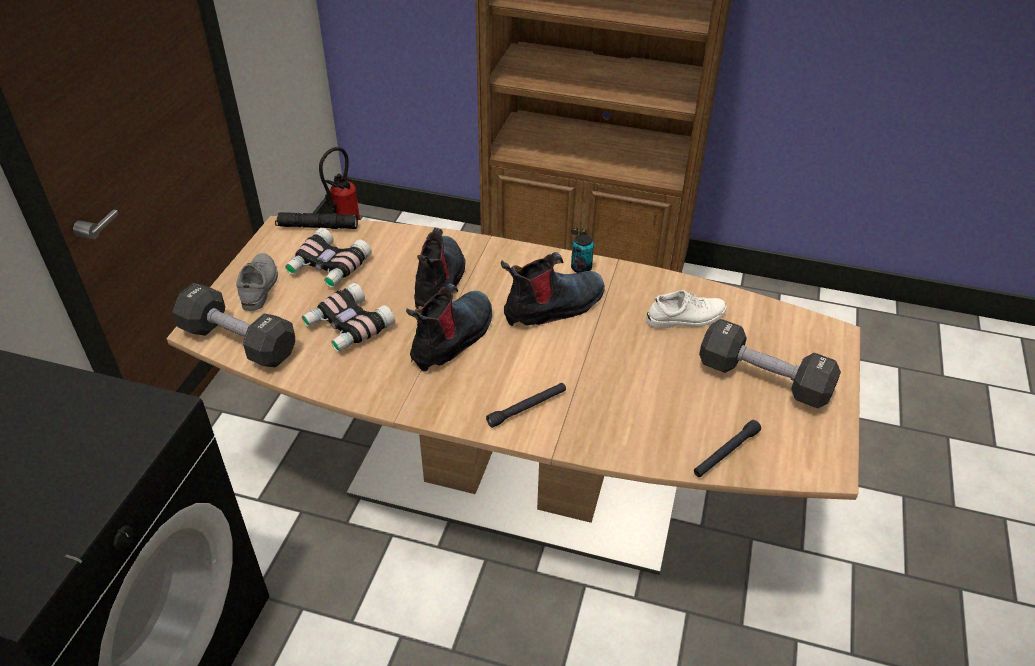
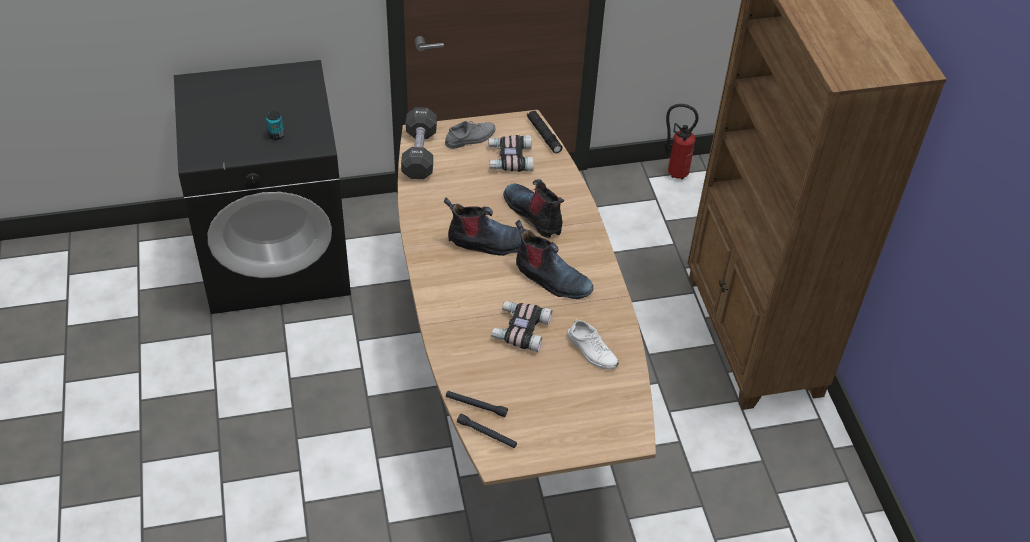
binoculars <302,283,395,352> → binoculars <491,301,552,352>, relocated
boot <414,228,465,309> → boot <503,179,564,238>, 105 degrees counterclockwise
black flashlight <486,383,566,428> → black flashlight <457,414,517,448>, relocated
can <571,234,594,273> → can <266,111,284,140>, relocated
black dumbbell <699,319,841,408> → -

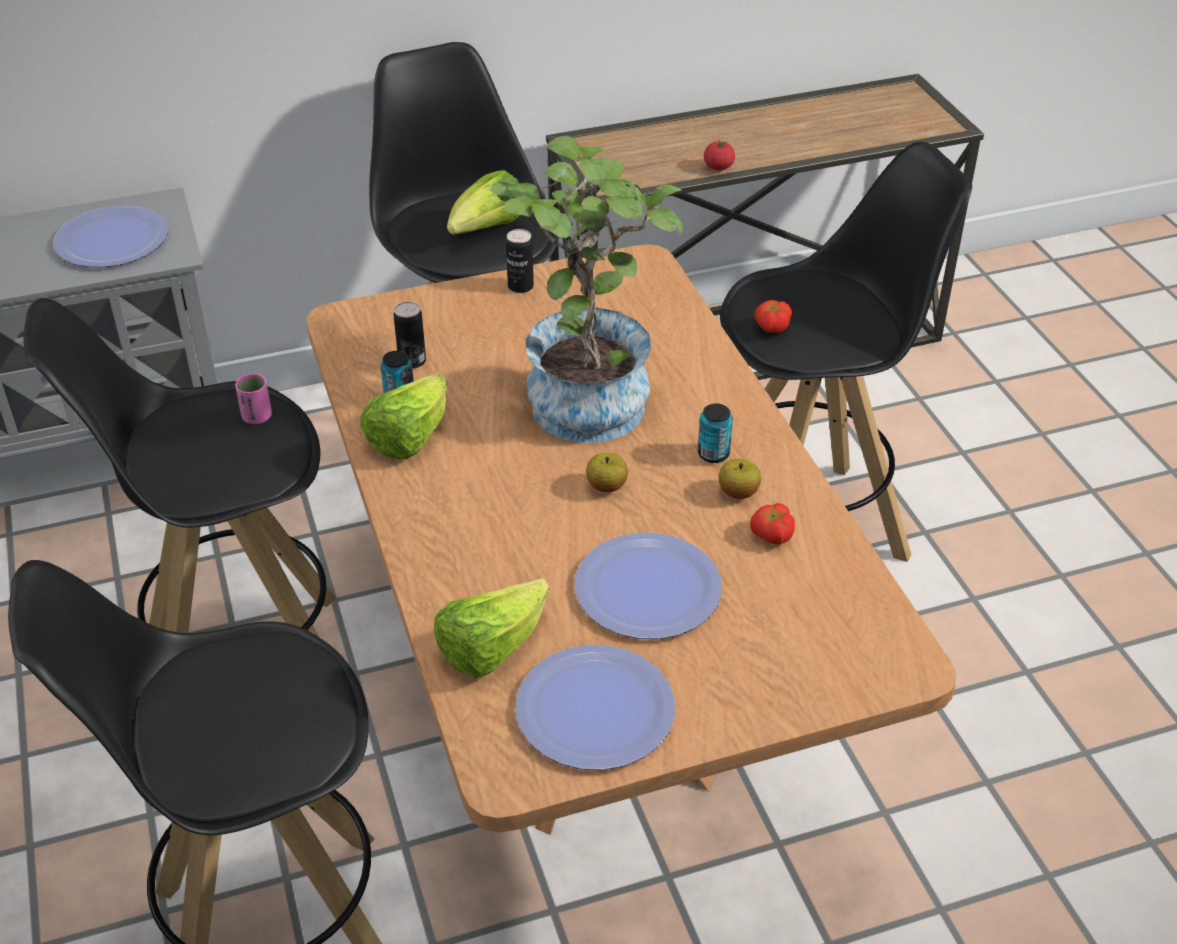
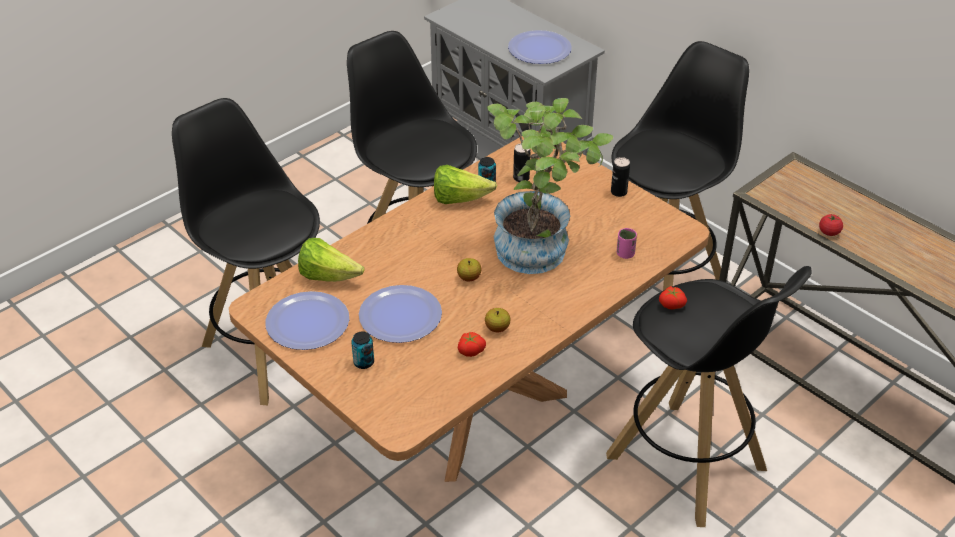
pink cup <235,374,272,424> → pink cup <617,228,637,259>, relocated
lettuce <447,170,520,234> → -
can <698,403,733,463> → can <351,331,374,369>, relocated

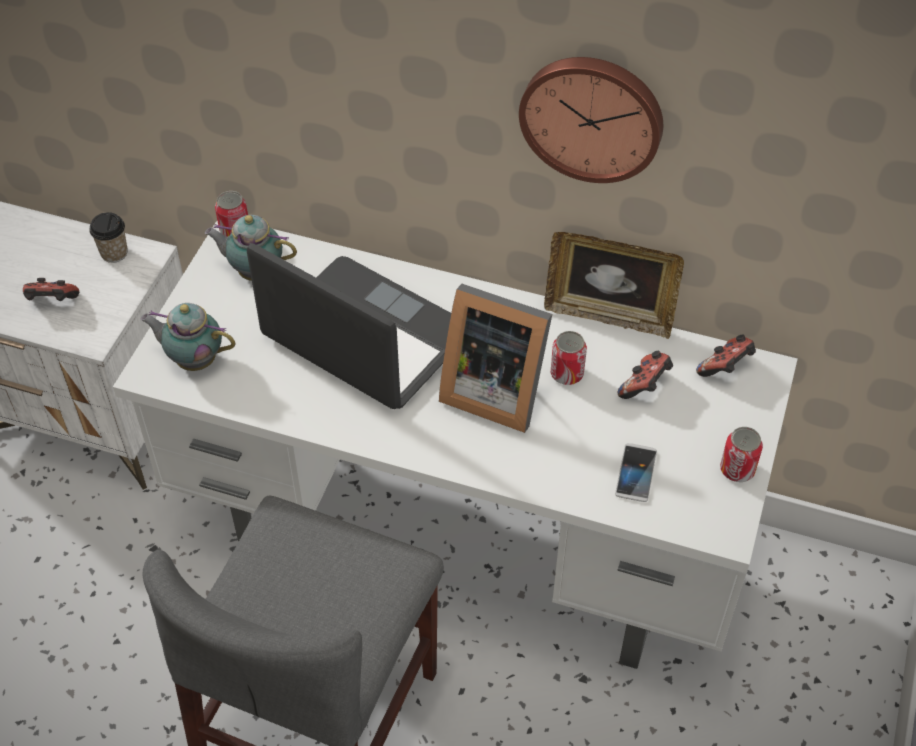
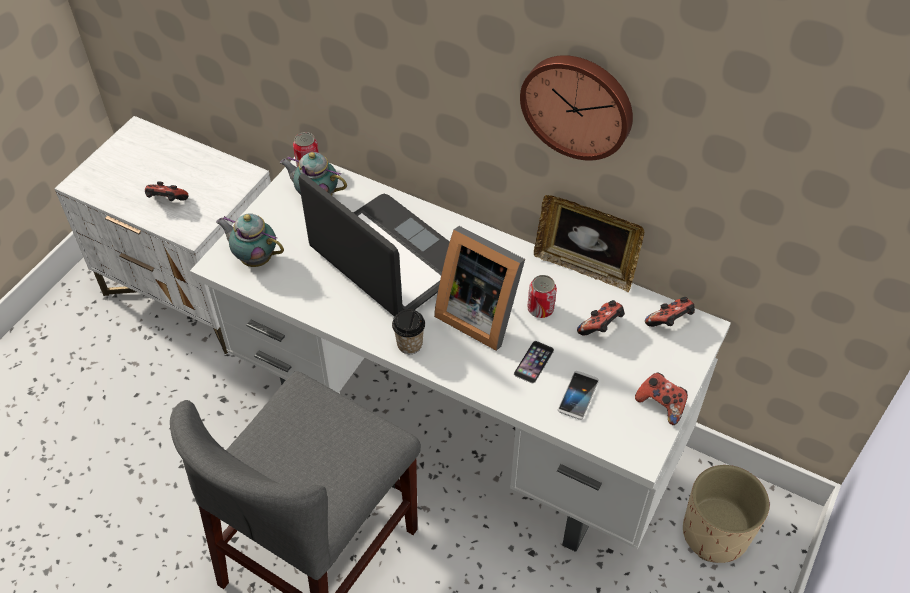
cup <89,212,128,263> → cup <392,309,425,354>, relocated
can <720,427,763,482> → game controller <635,372,688,425>
- → phone <514,341,554,383>
- → beige planter <683,465,769,563>

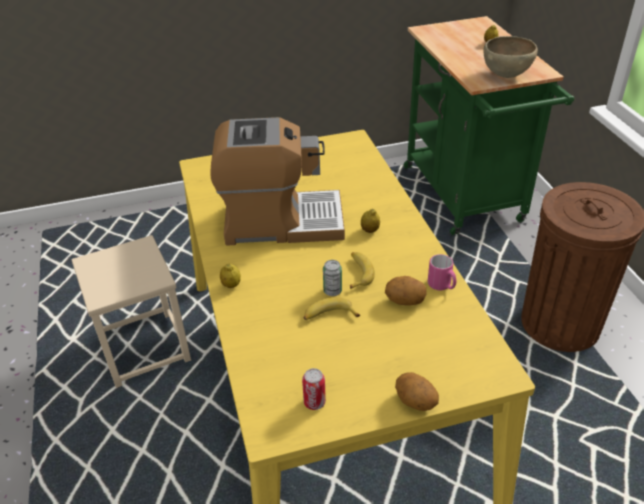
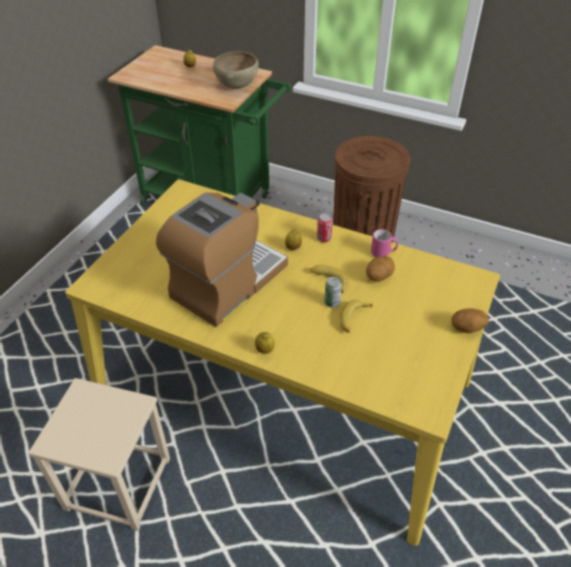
can <302,368,326,410> → can <317,214,333,242>, relocated

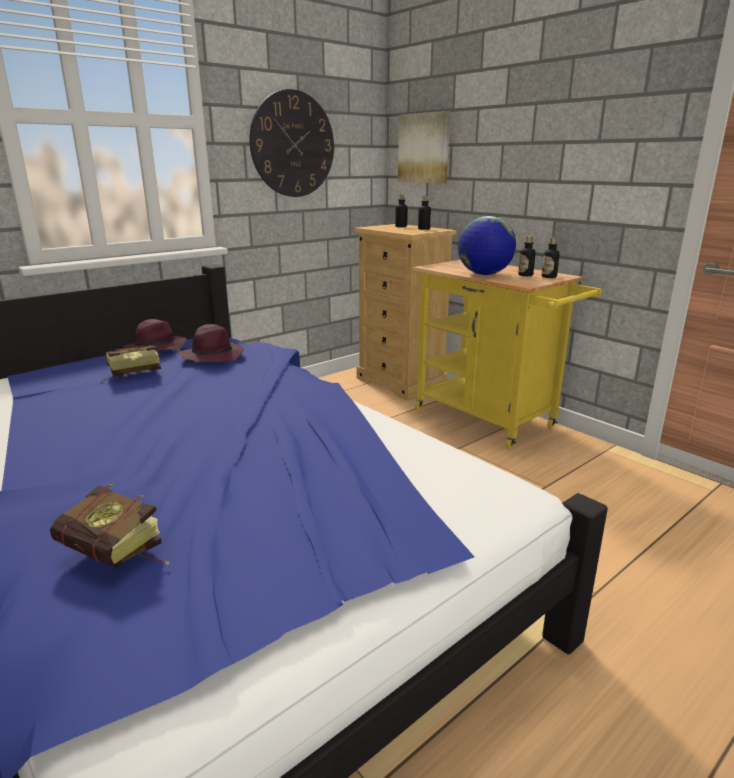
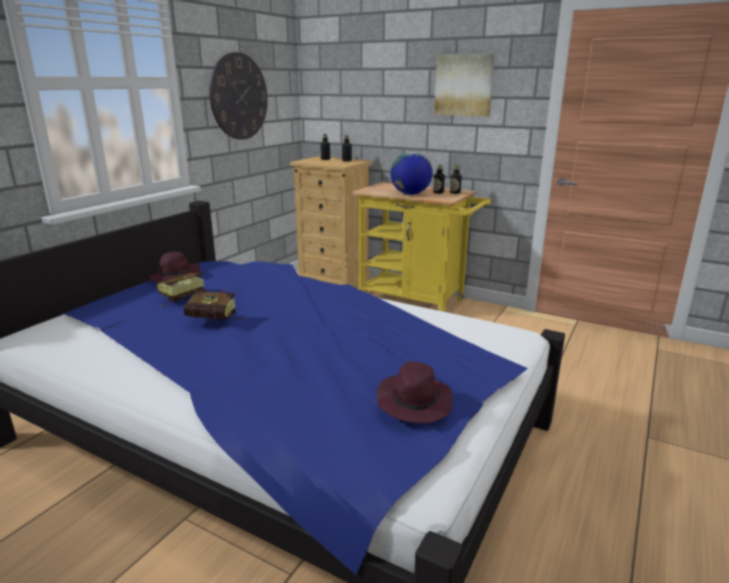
book <50,484,170,568> → book <184,288,245,319>, relocated
purple hat <179,324,244,362> → purple hat <377,361,452,423>, relocated
picture <398,111,450,183> → picture <434,53,495,116>, relocated

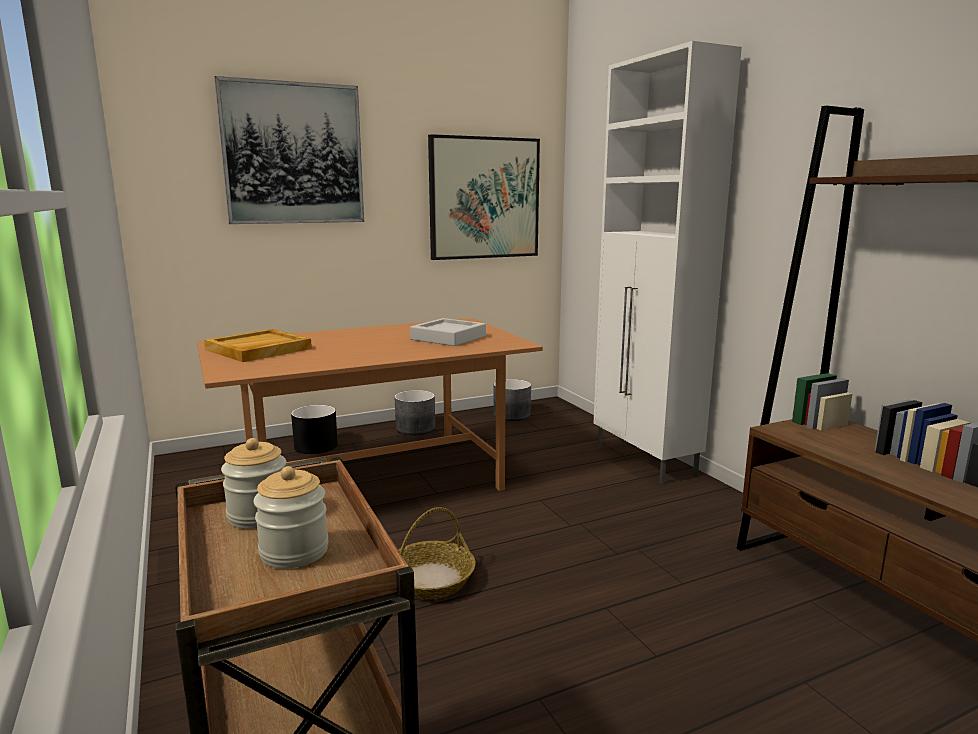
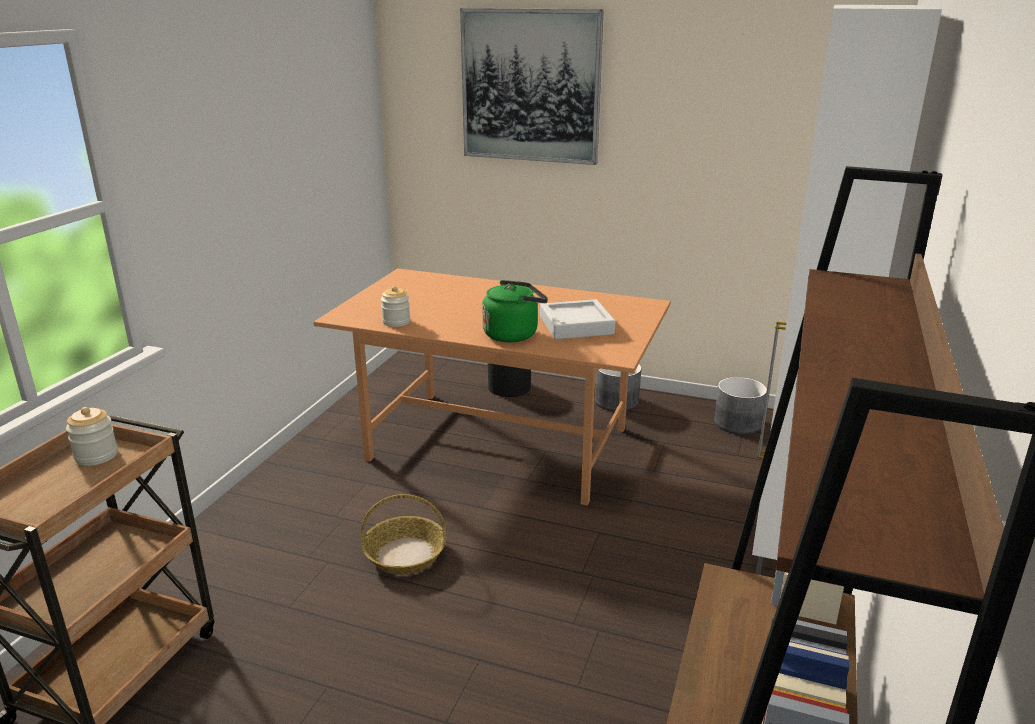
beige tray <204,329,312,362> → -
jar <254,466,329,568> → jar <381,286,410,327>, relocated
picture <428,134,540,260> → -
- → green kettle <482,280,548,342>

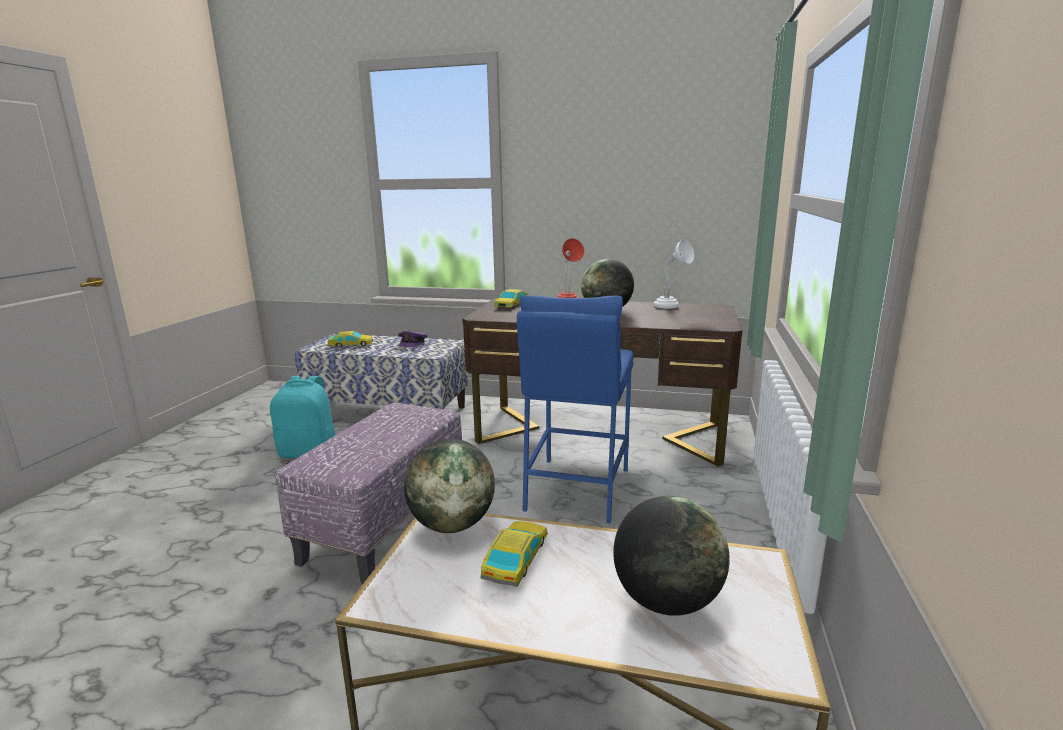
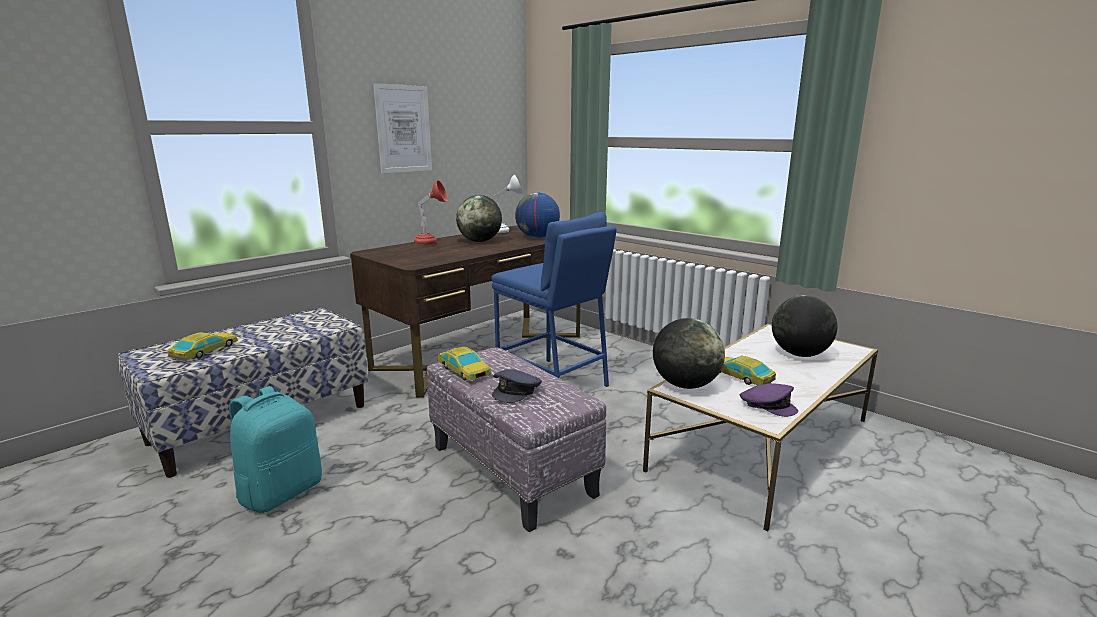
purple cap <398,331,428,347> → purple cap <740,383,798,417>, relocated
toy car <494,289,527,308> → toy car <438,347,492,381>, relocated
- → picture <373,83,432,173>
- → grey cap <492,369,542,403>
- → globe <515,193,560,238>

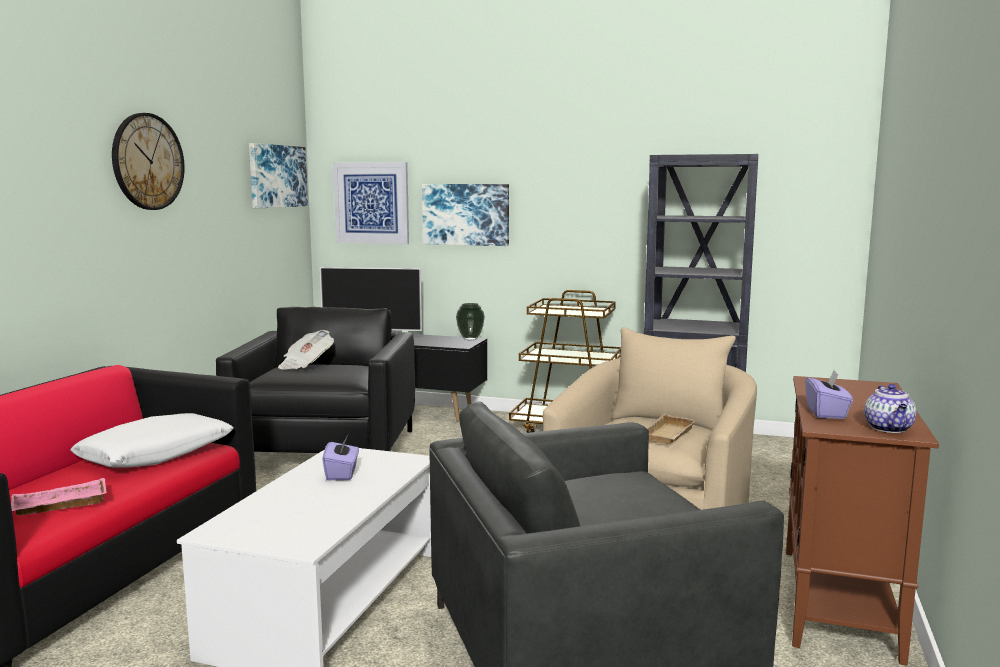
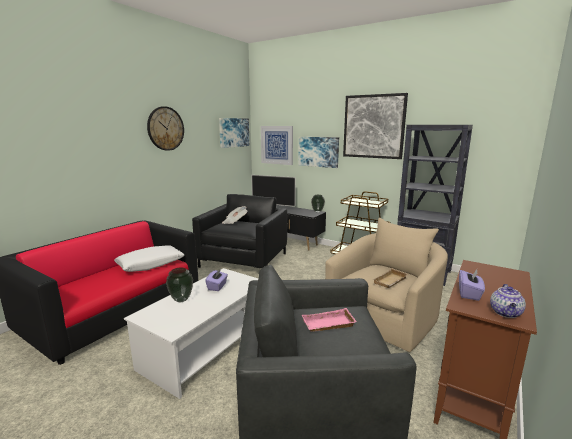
pink tray <11,478,107,516> → pink tray <302,308,357,332>, relocated
- → vase <166,268,193,302>
- → picture <343,93,408,159>

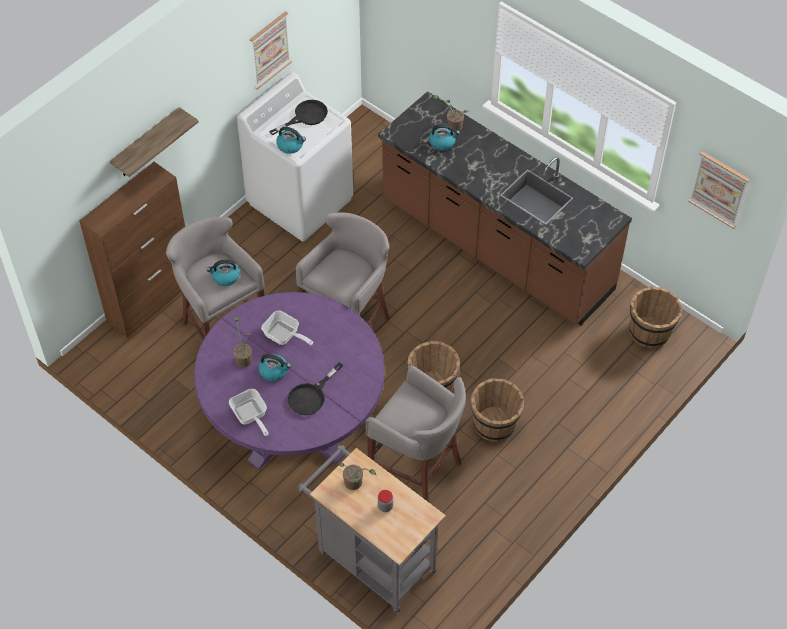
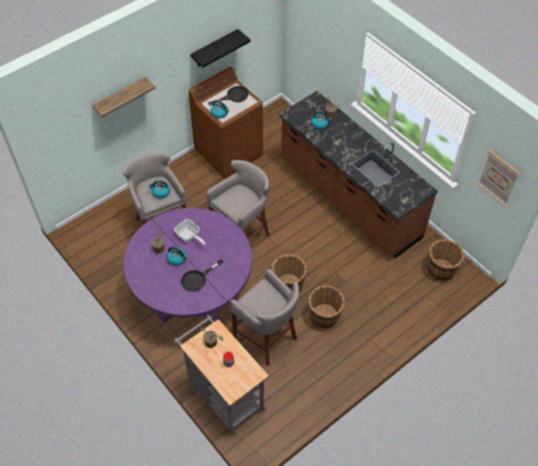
brown cabinet <79,162,185,338> → -
frying pan <229,389,268,436> → -
white washing machine <237,72,353,241> → brown washing machine <188,67,263,178>
picture <249,11,292,90> → black shelf <190,29,251,68>

